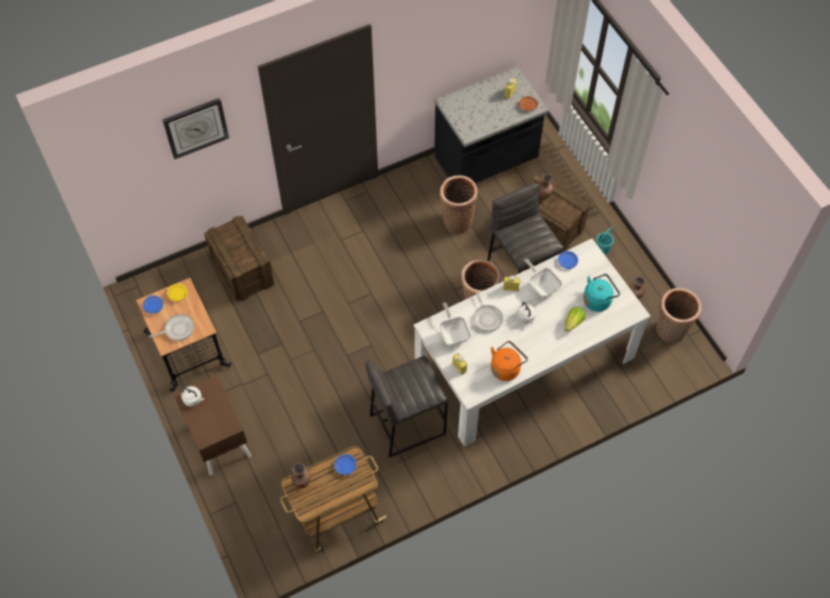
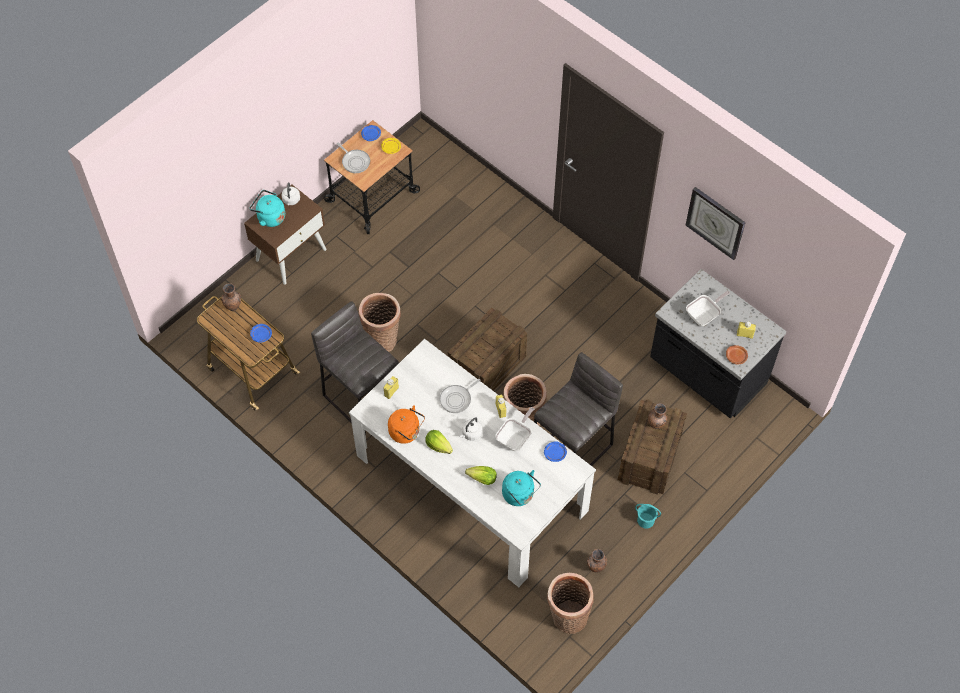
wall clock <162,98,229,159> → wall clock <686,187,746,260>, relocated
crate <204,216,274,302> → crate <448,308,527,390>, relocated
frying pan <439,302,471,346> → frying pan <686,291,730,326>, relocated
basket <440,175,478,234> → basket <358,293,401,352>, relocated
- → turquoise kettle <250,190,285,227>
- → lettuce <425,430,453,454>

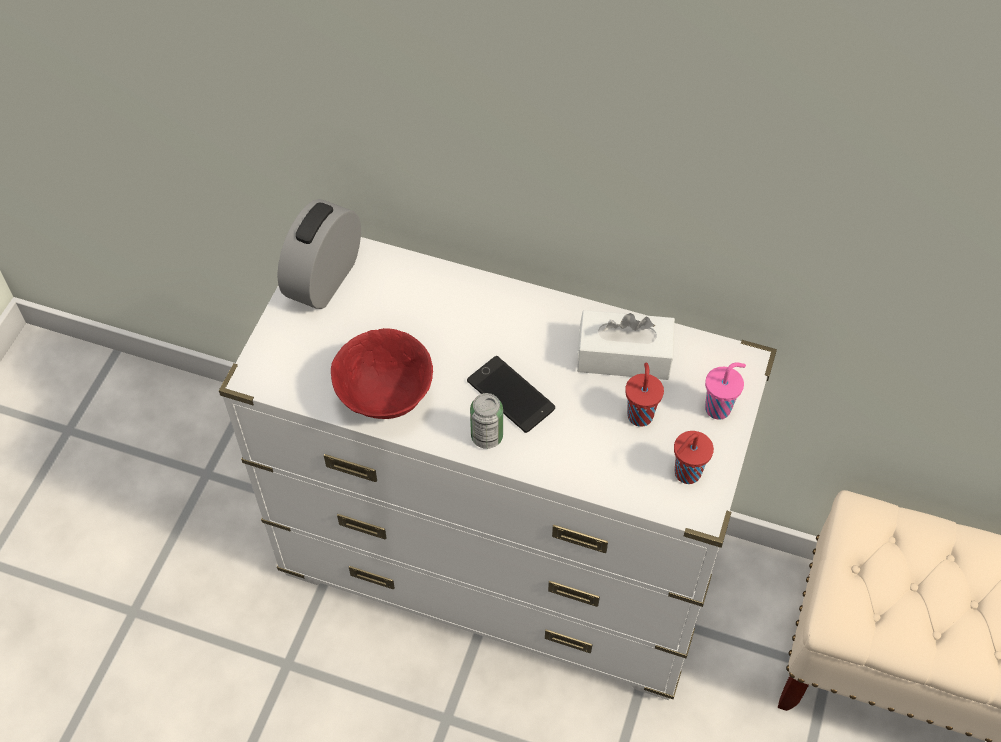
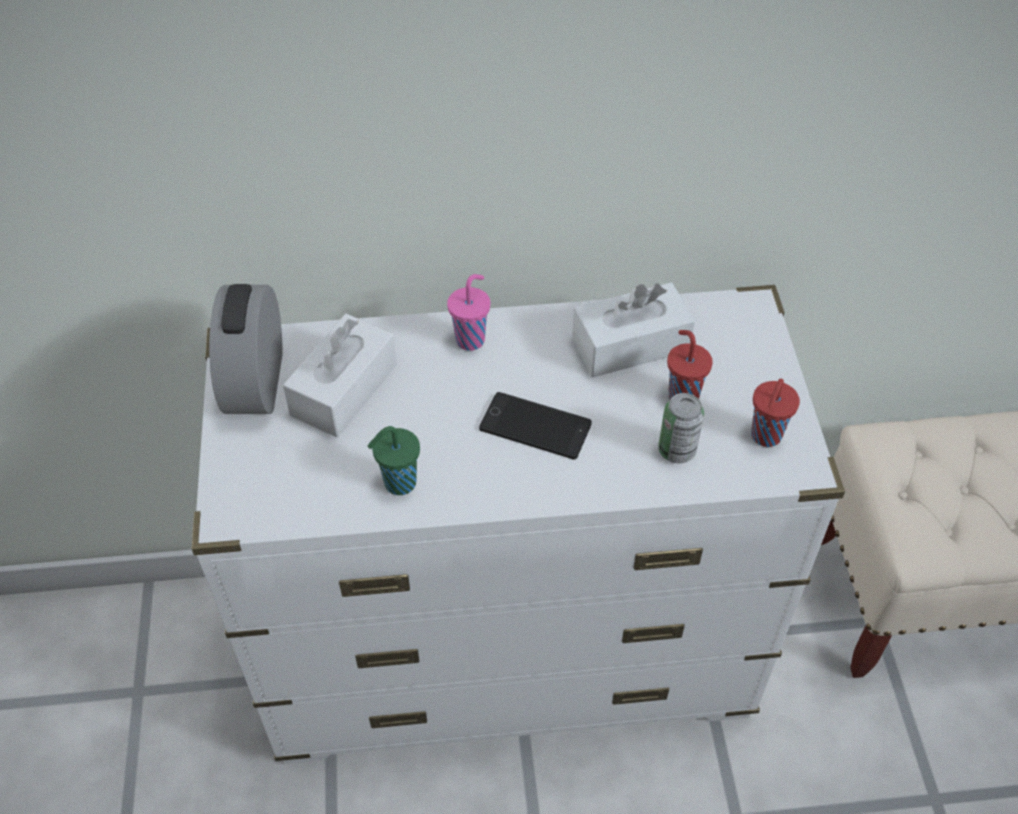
red bowl <331,328,433,419> → green cup <367,426,420,495>
can <470,393,503,449> → can <658,393,704,463>, relocated
pink cup <705,362,746,419> → pink cup <447,274,490,351>, relocated
- → white tissue box <283,314,397,437>

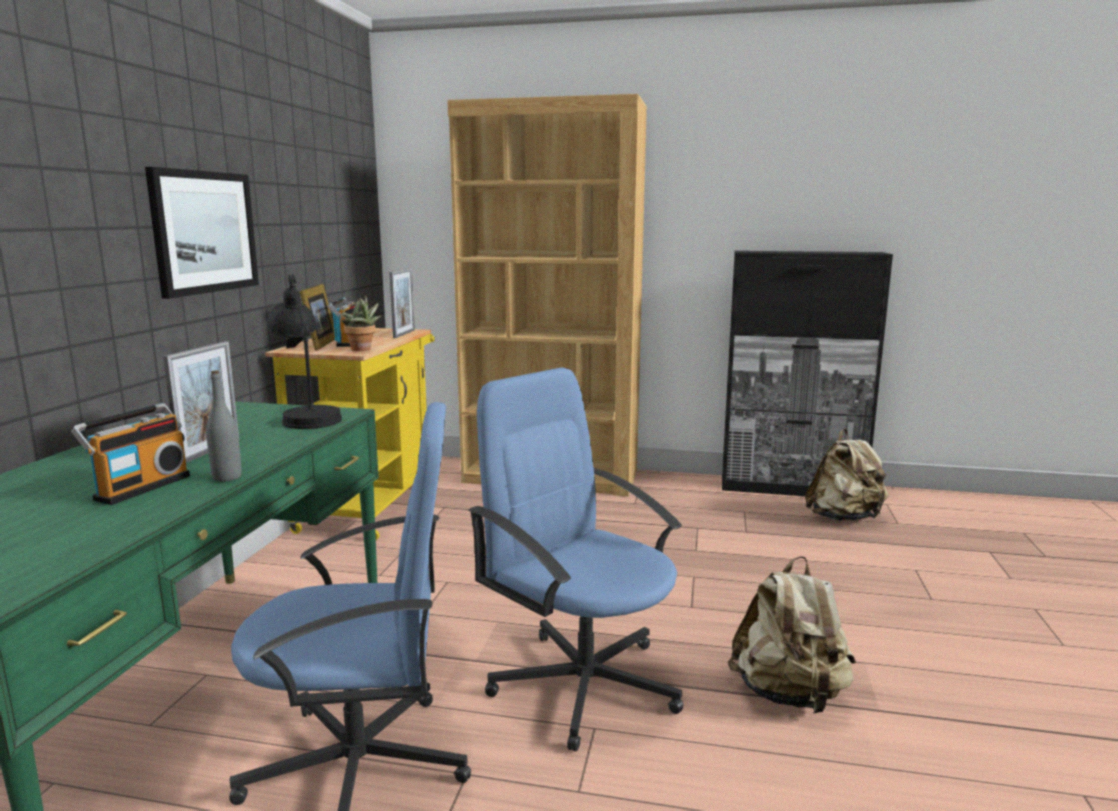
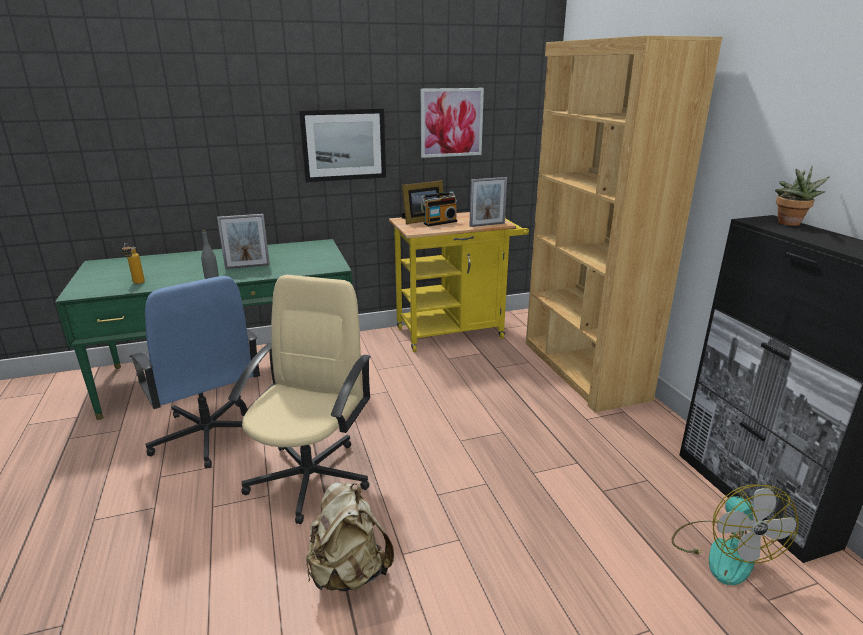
radio <71,403,190,505> → -
black table lamp <266,274,342,429> → -
potted plant <341,295,382,351> → potted plant <775,166,830,226>, relocated
blue office chair <468,367,684,751> → beige office chair <228,275,371,524>
beige backpack <805,428,889,521> → fan <672,485,799,585>
- → bottle <122,243,145,284>
- → picture <421,88,484,158>

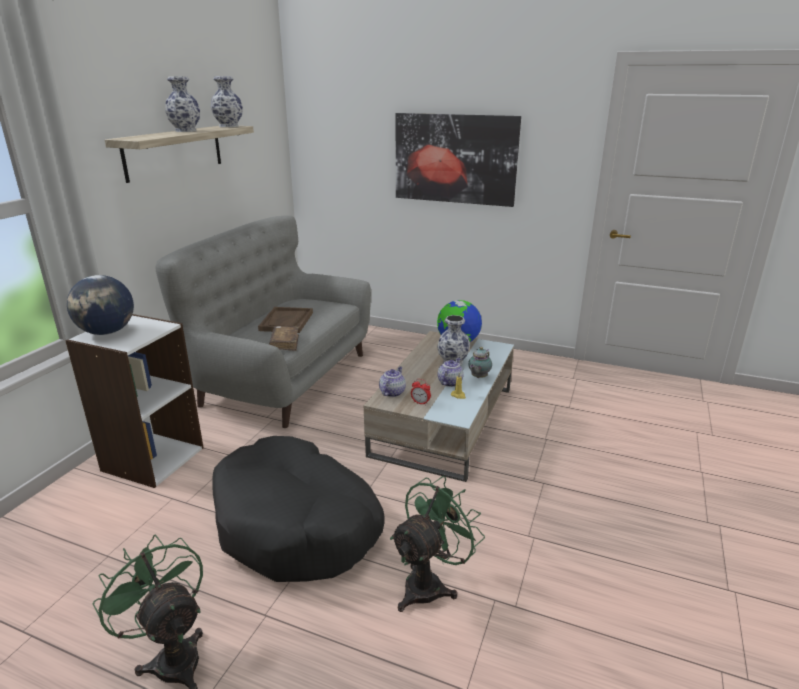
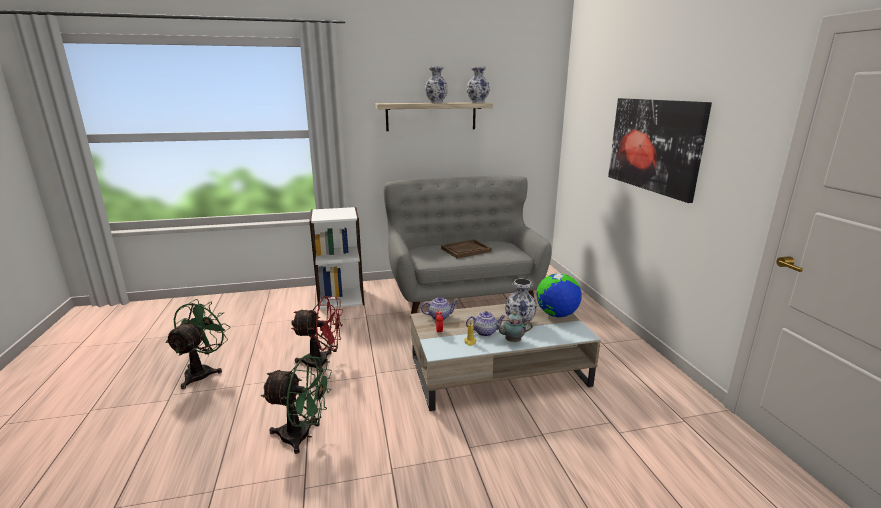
globe <67,275,134,335> → -
black dog bed <212,436,384,582> → red fan <291,296,343,373>
brown book <269,326,299,351> → -

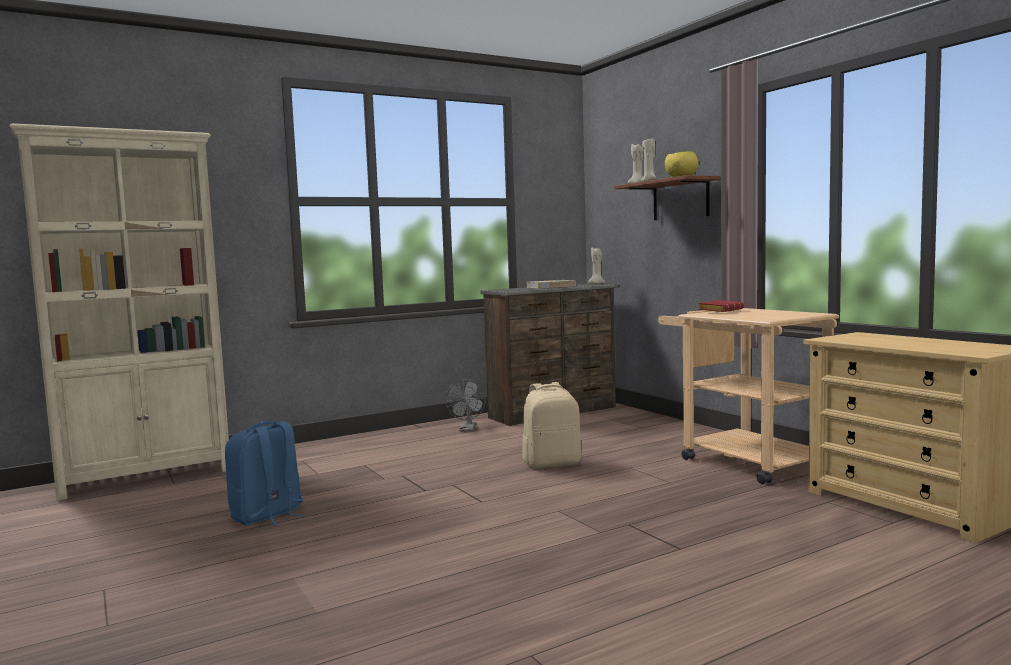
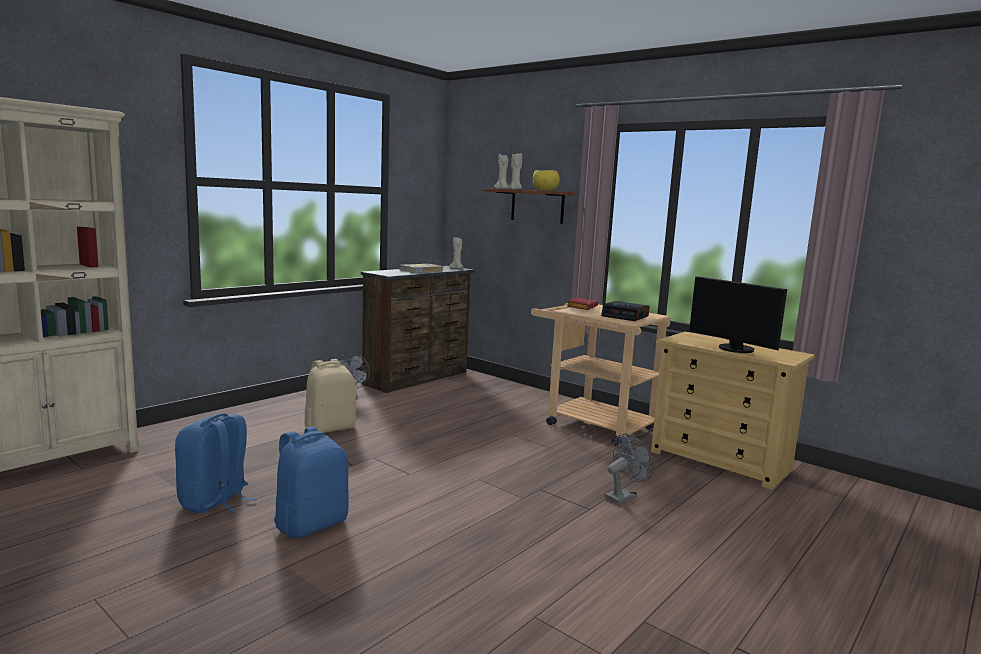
beige backpack <522,382,582,468> → beige backpack <305,359,356,433>, relocated
- → blue backpack <274,426,349,538>
- → alarm clock <601,301,650,321>
- → grey fan <605,434,653,504>
- → monitor <689,276,787,353>

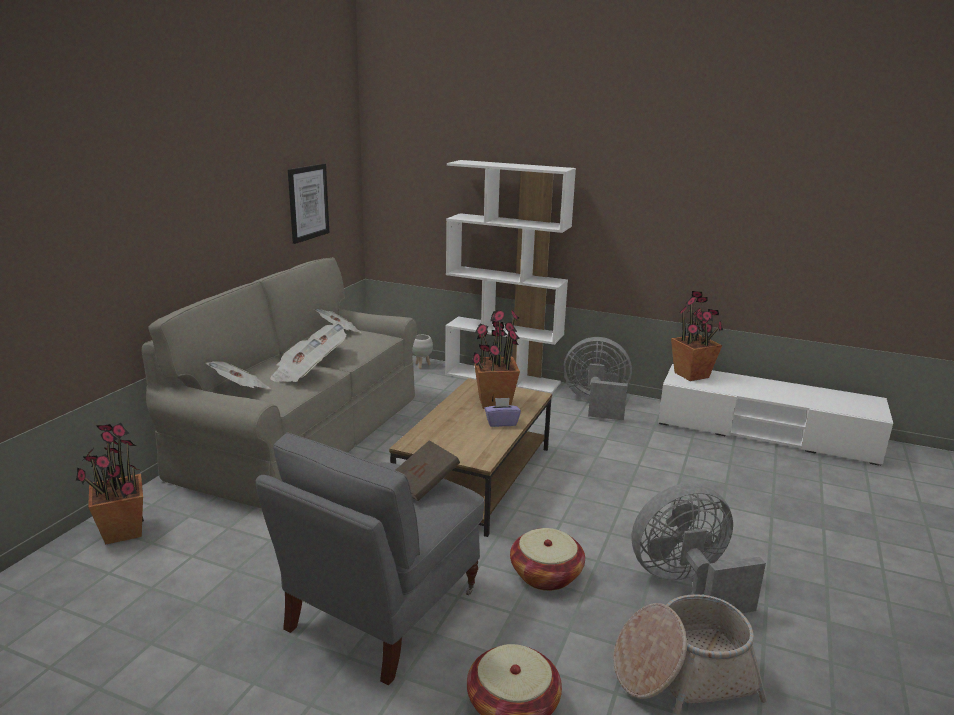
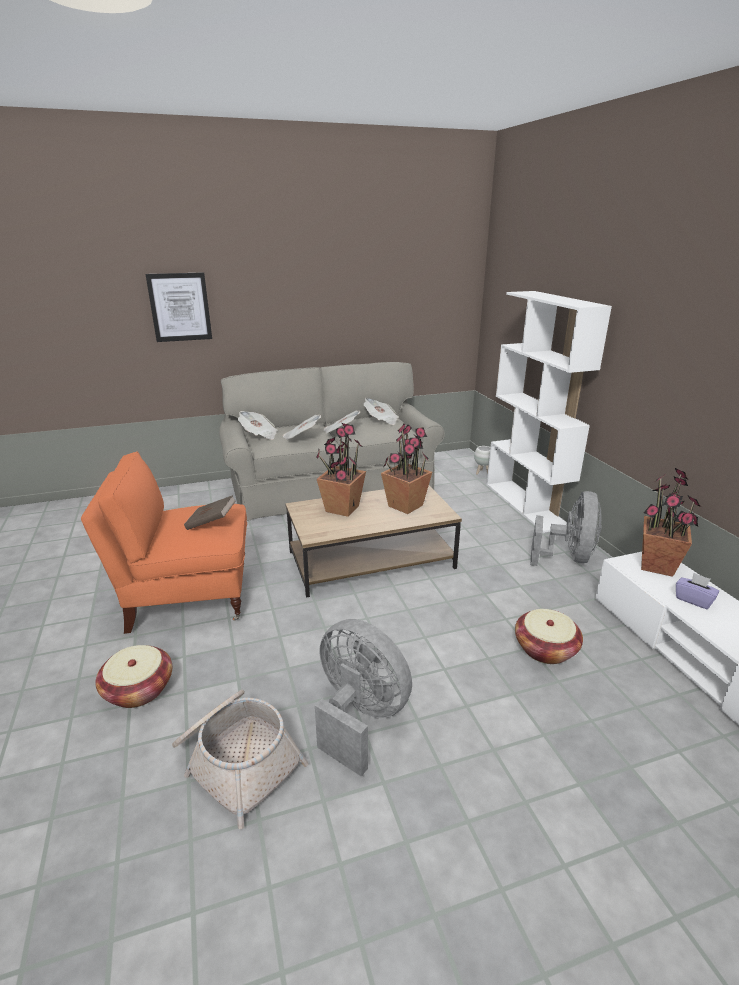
potted plant <76,423,144,545> → potted plant <317,423,366,517>, relocated
grey armchair <256,432,484,686> → orange armchair <81,451,247,634>
picture <288,164,329,244> → picture <146,272,212,342>, relocated
purple tissue box <484,398,521,427> → purple tissue box <676,573,719,609>, relocated
basket <510,528,585,591> → basket <515,609,583,664>, relocated
grey fan <563,337,632,420> → grey fan <530,491,602,566>, 45 degrees clockwise

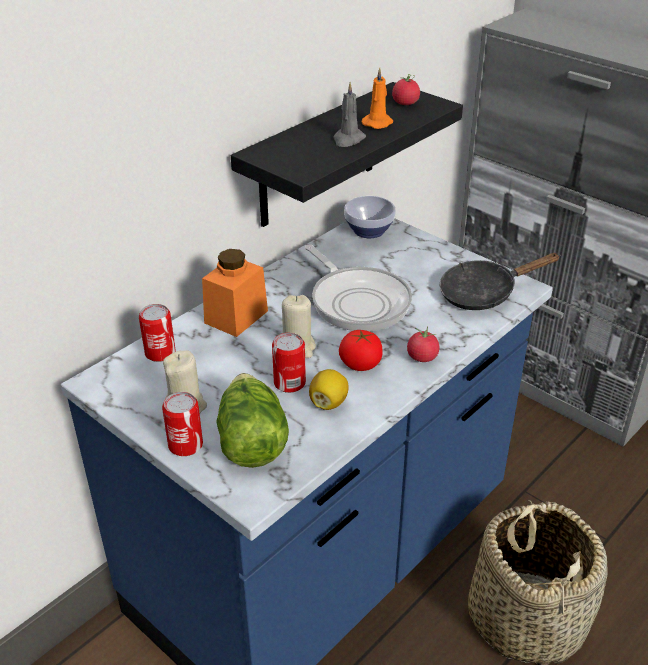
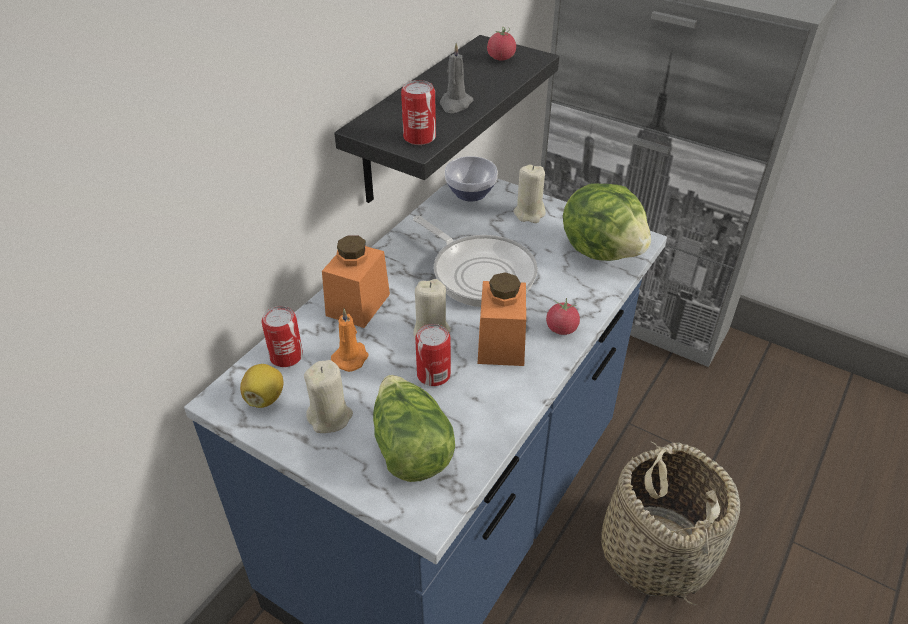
can <162,392,203,456> → can <401,80,436,145>, relocated
lemon <309,369,349,410> → lemon <240,364,283,408>, relocated
tomato <339,330,383,371> → orange jar <477,272,526,366>
orange candle <362,68,393,129> → orange candle <331,309,369,372>, relocated
black frying pan <440,253,560,310> → lettuce <563,183,651,261>
- → beige candle <514,165,546,223>

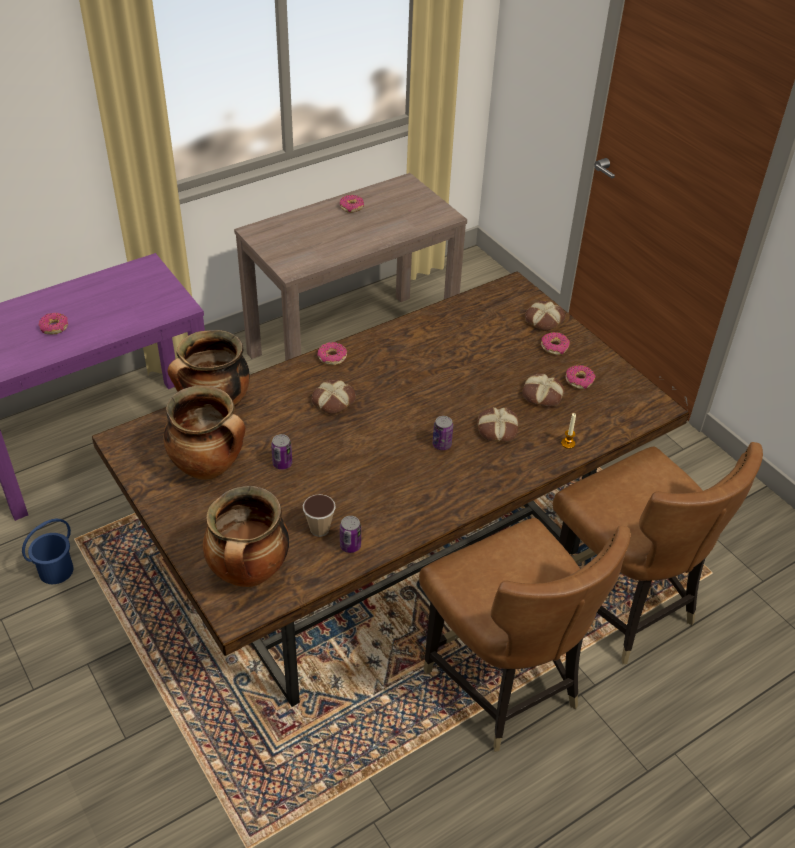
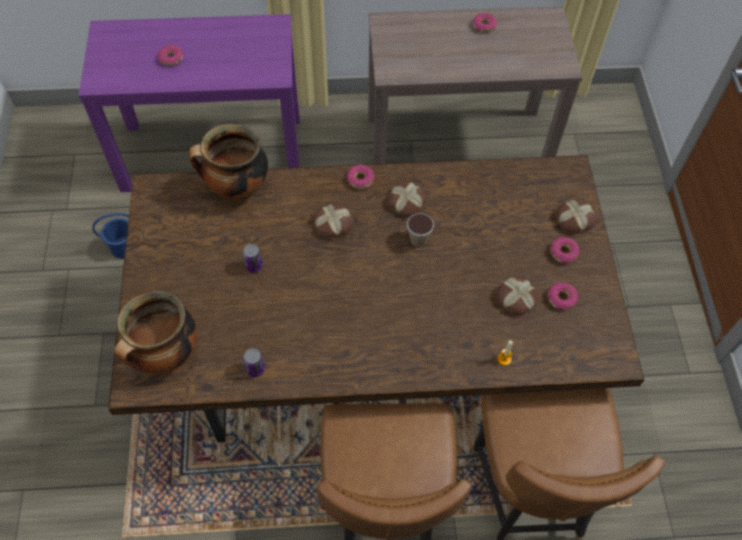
cooking pot <163,385,245,480> → -
cup <303,494,336,537> → cup <407,213,434,247>, relocated
can <433,416,453,450> → -
bread <477,407,519,442> → bread <387,182,427,217>, relocated

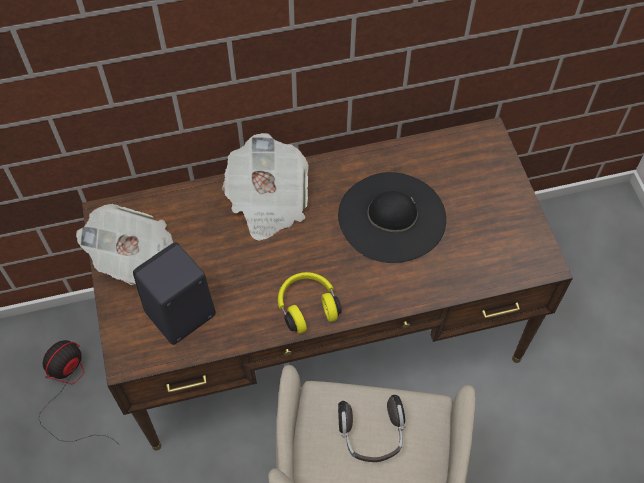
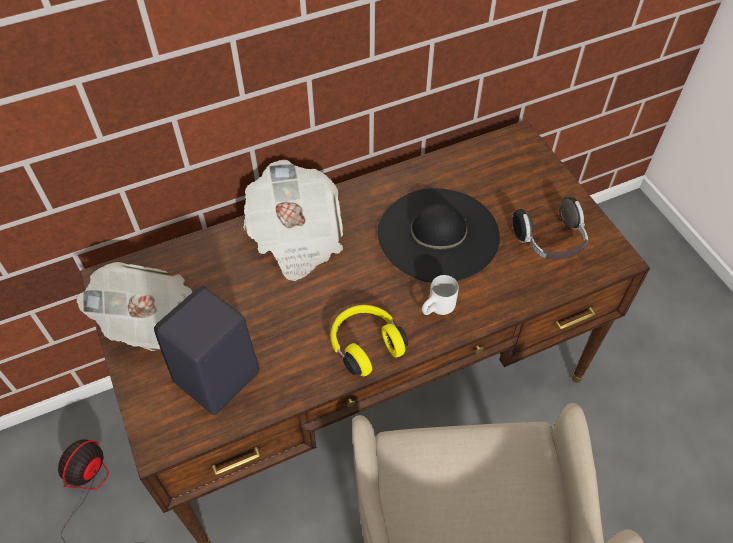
headphones <338,395,405,462> → headphones <512,197,588,259>, relocated
- → white mug <422,275,459,315>

